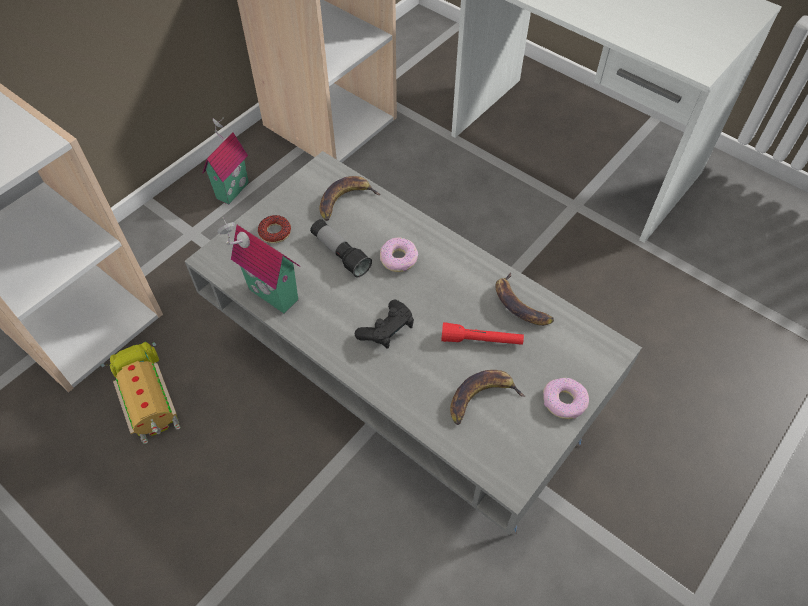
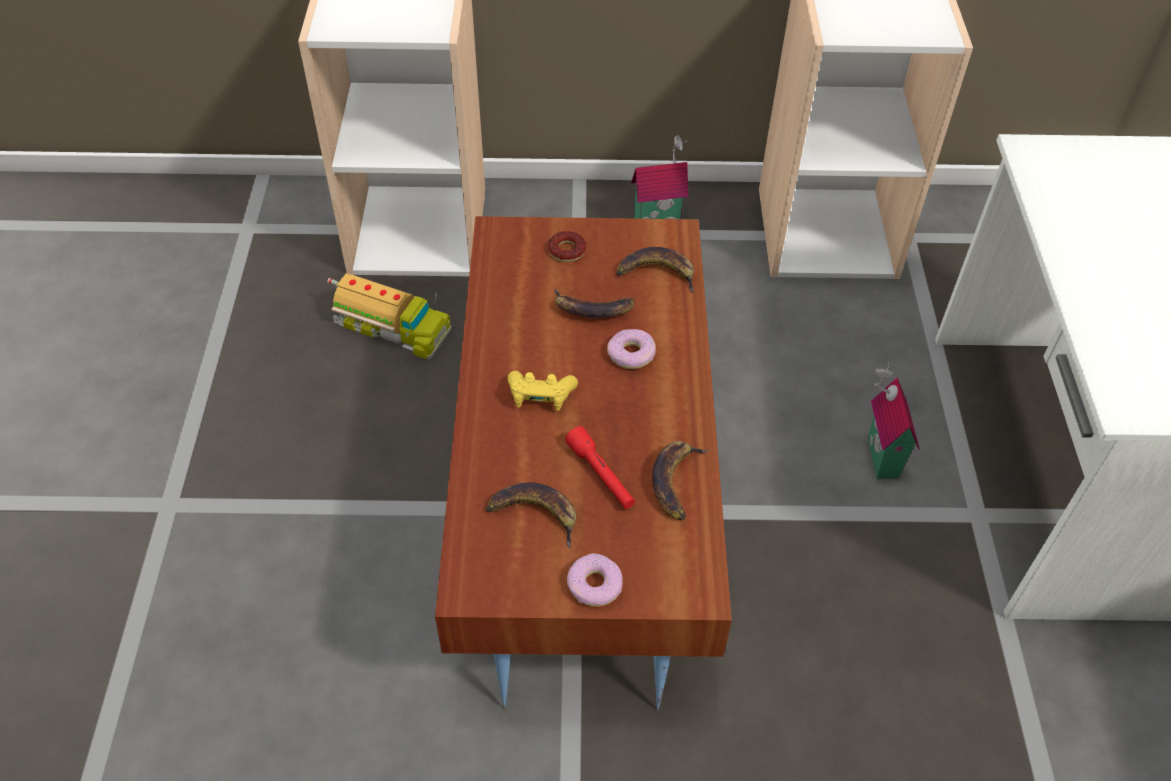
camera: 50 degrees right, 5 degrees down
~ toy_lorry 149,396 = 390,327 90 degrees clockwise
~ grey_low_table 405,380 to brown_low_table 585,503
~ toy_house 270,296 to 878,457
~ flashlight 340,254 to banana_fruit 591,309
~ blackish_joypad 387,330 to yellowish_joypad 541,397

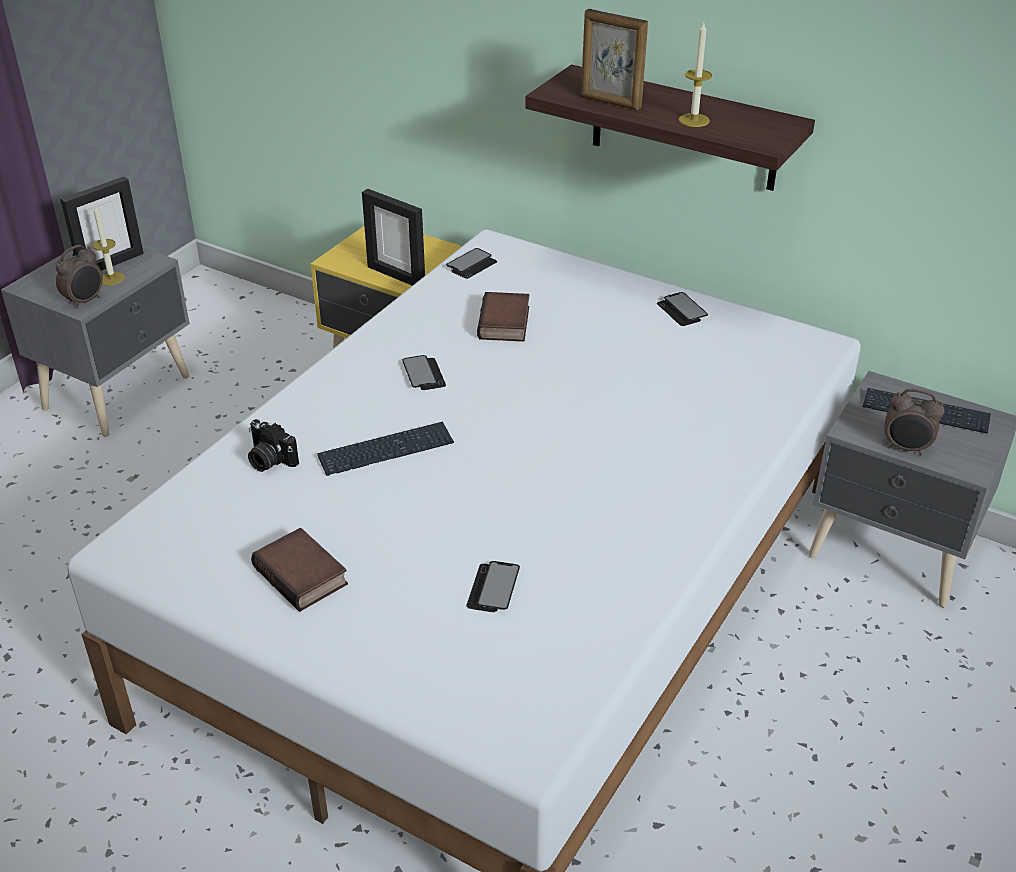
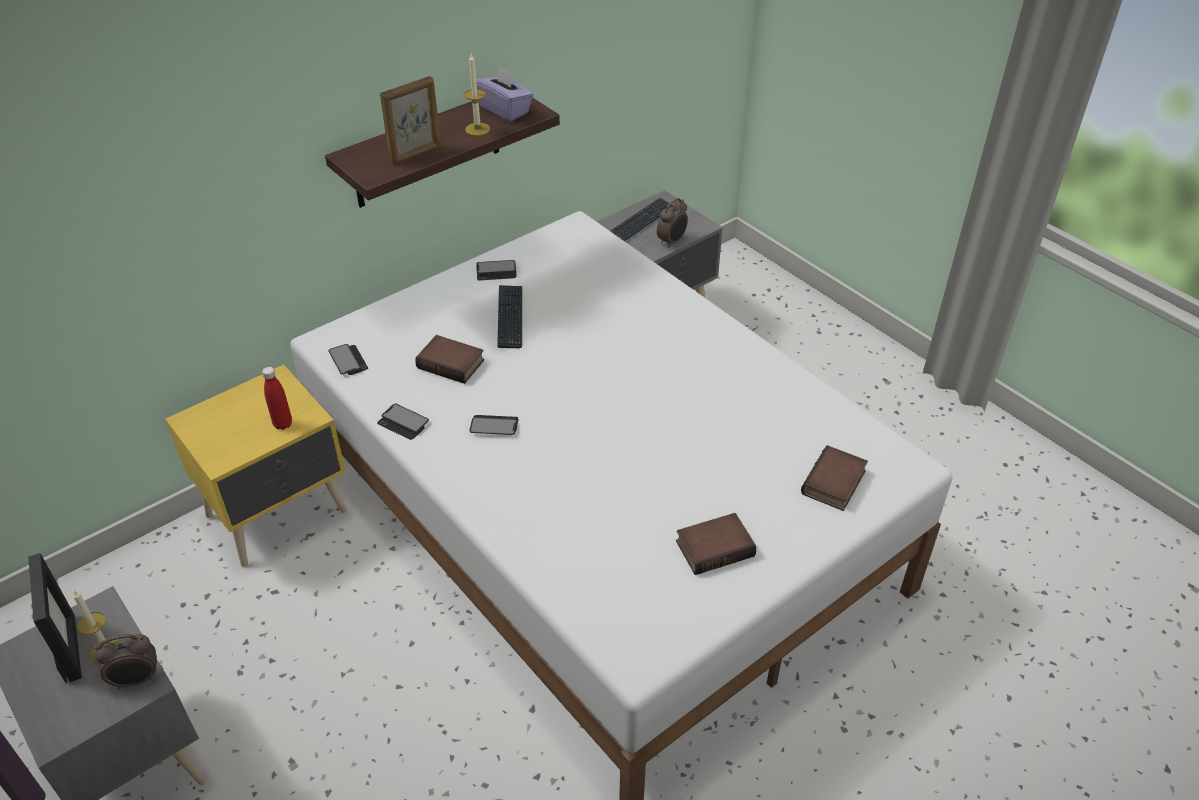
camera: 70 degrees left, 5 degrees up
~ alarm_clock 85,301 = 137,680 105 degrees clockwise
- photo_camera 269,460
~ PC_keyboard 386,451 to 510,317
~ picture_frame 397,275 to red-coloured_drink_bottle 283,424
~ handset 493,588 to 403,423
+ purple-coloured_box_of_tissues 505,110
+ book 835,484

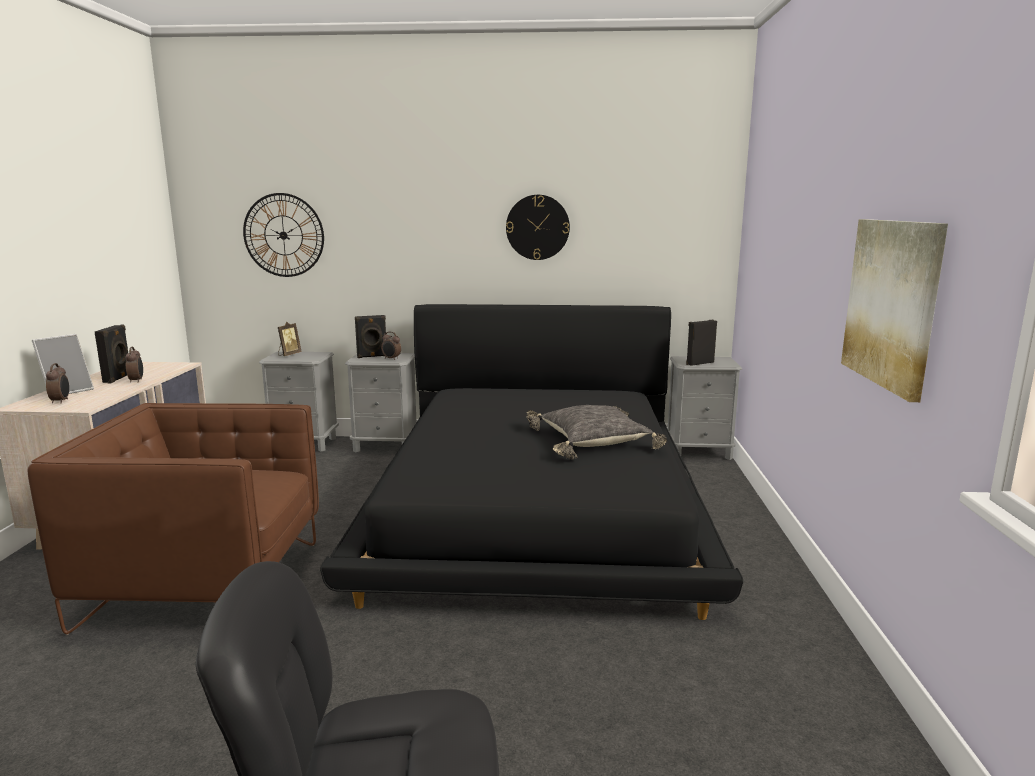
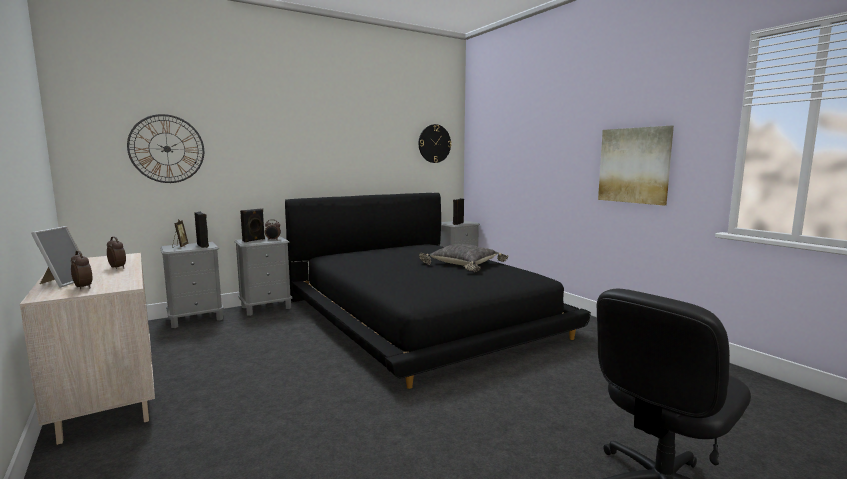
camera: 35 degrees left, 5 degrees down
- brown_lounge_chair 206,585
~ blackish_audio_speaker 118,378 to 203,245
~ clock_on_the_wall 537,227 to 434,143

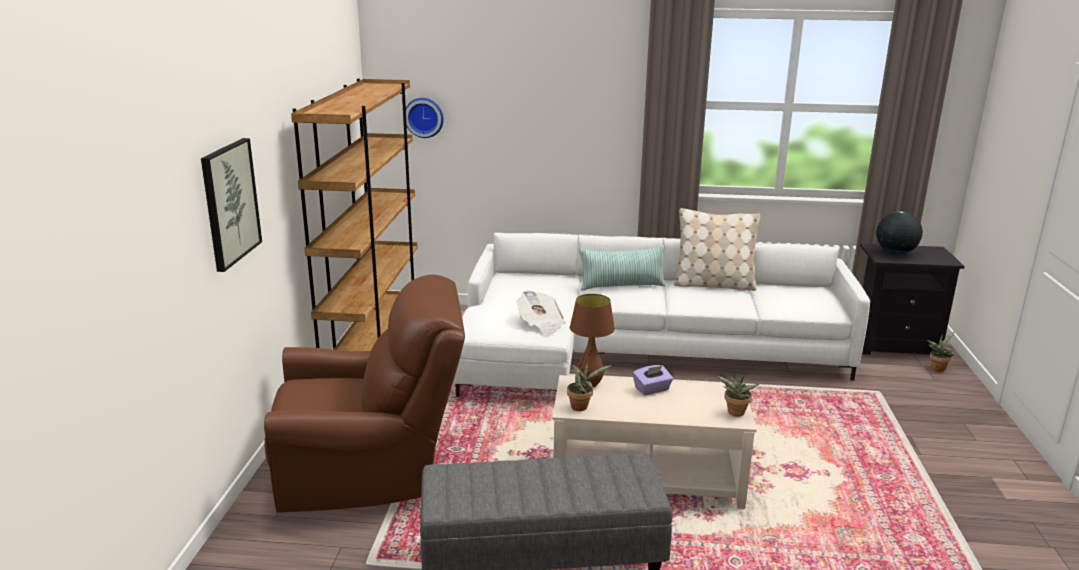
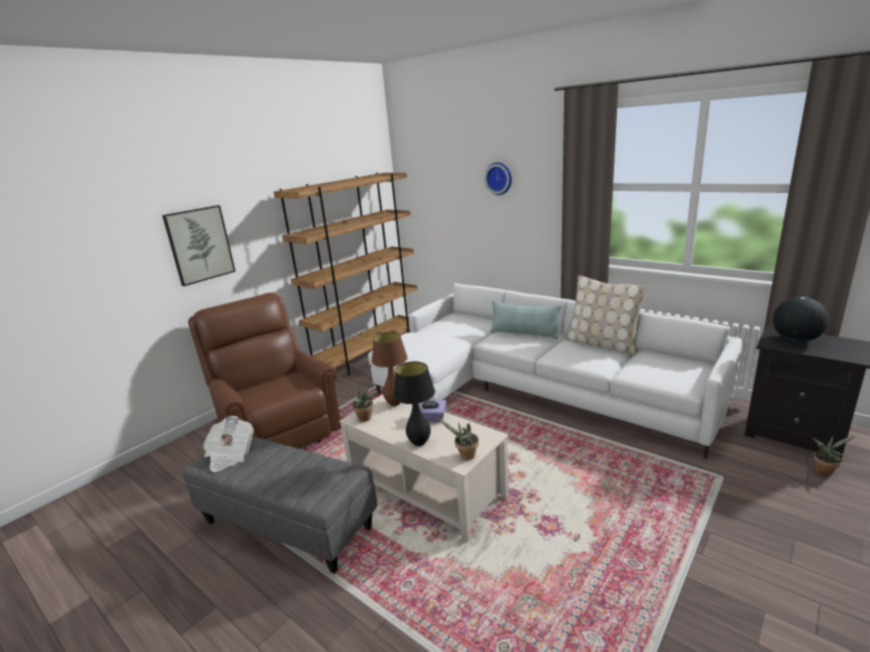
camera: 35 degrees right, 0 degrees up
~ brown_lounge_chair 372,473 = 277,430 150 degrees counterclockwise
~ clock_on_the_wall 424,117 to 499,178
~ newspaper 540,324 to 230,455
+ blackish_tabletop_lamp 419,443

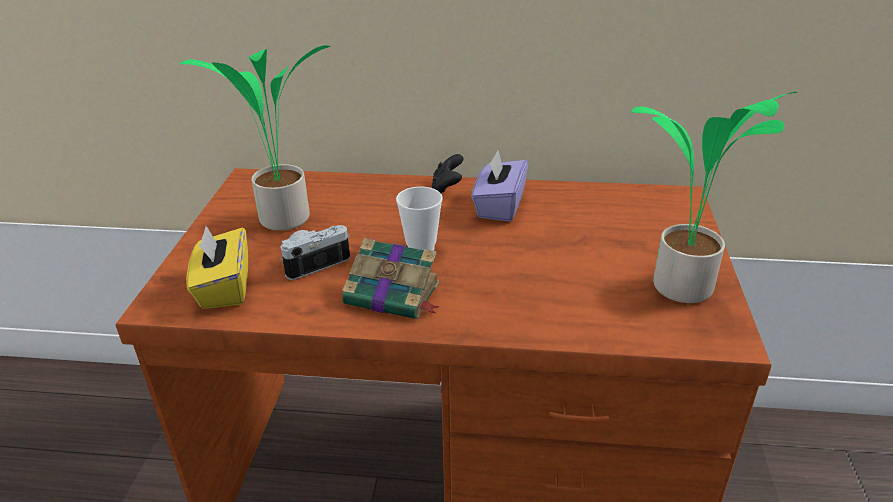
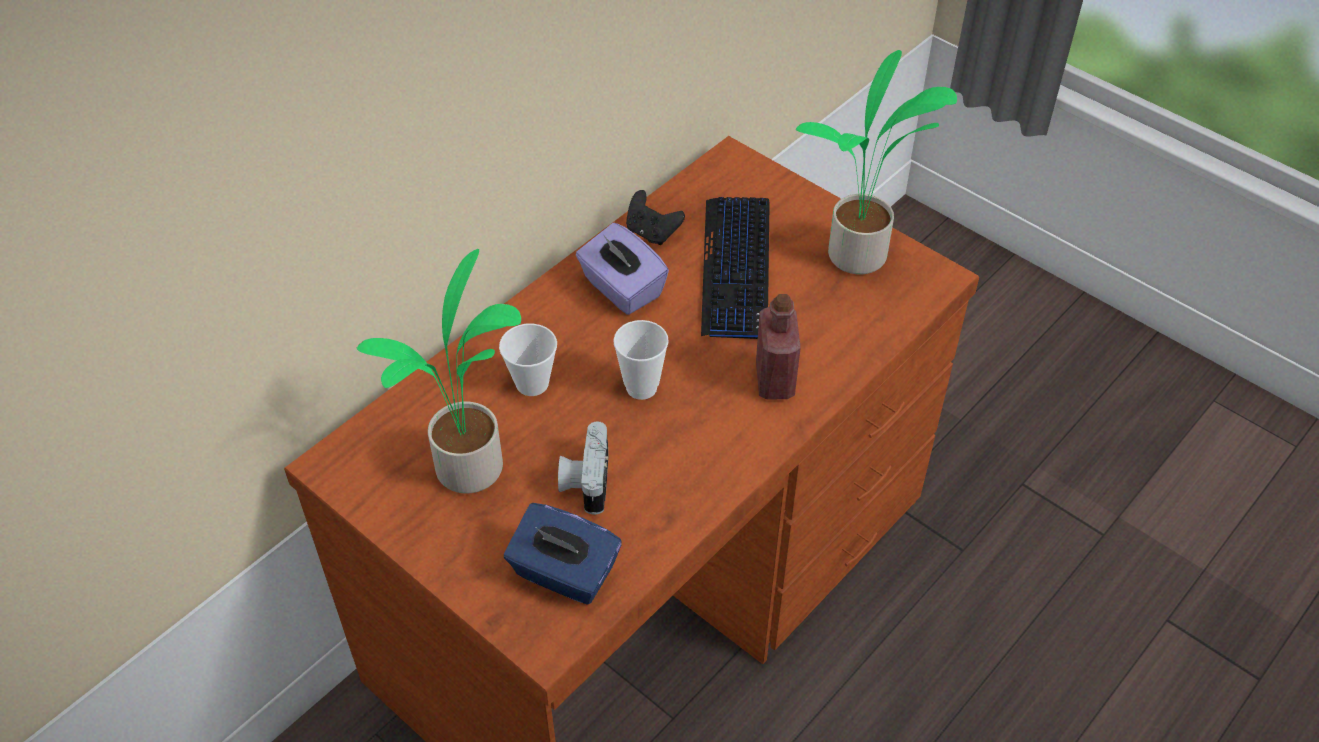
camera: 55 degrees left, 15 degrees up
~ yellowish_box_of_tissues 224,288 to blue_box_of_tissues 564,573
- book 394,294
~ blackish_joypad 447,187 to 652,233
+ cup 532,383
+ PC_keyboard 737,269
+ red-coloured_drink_bottle 774,380

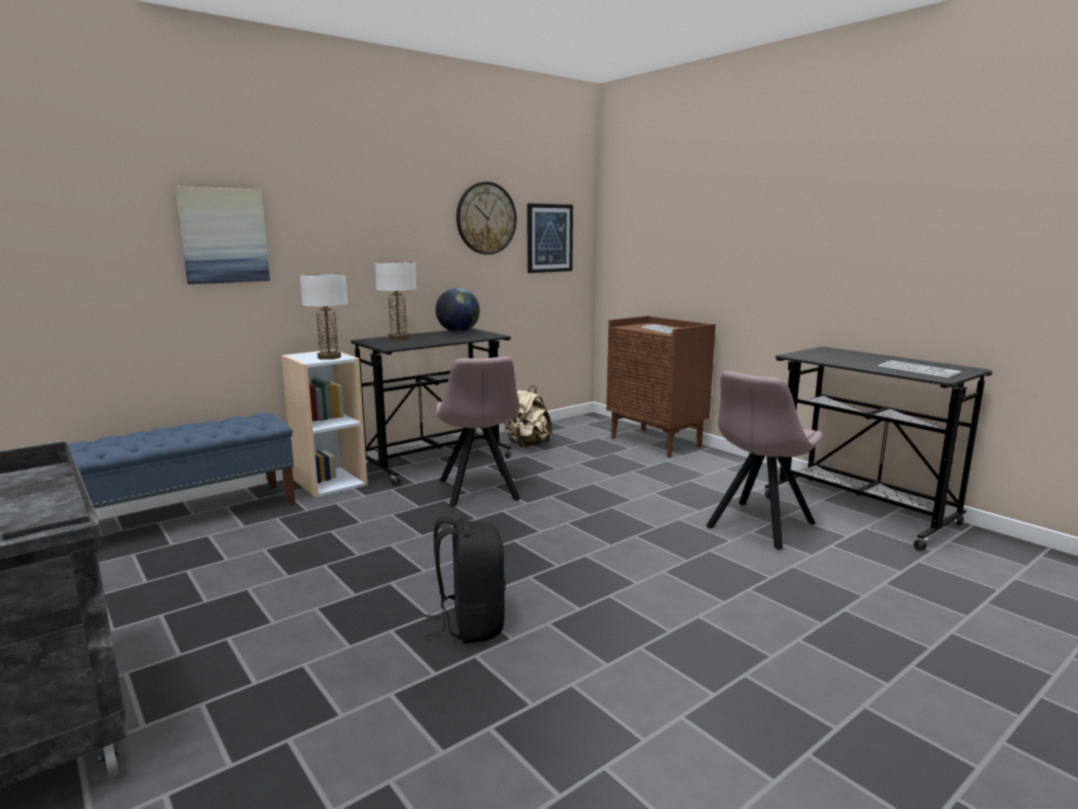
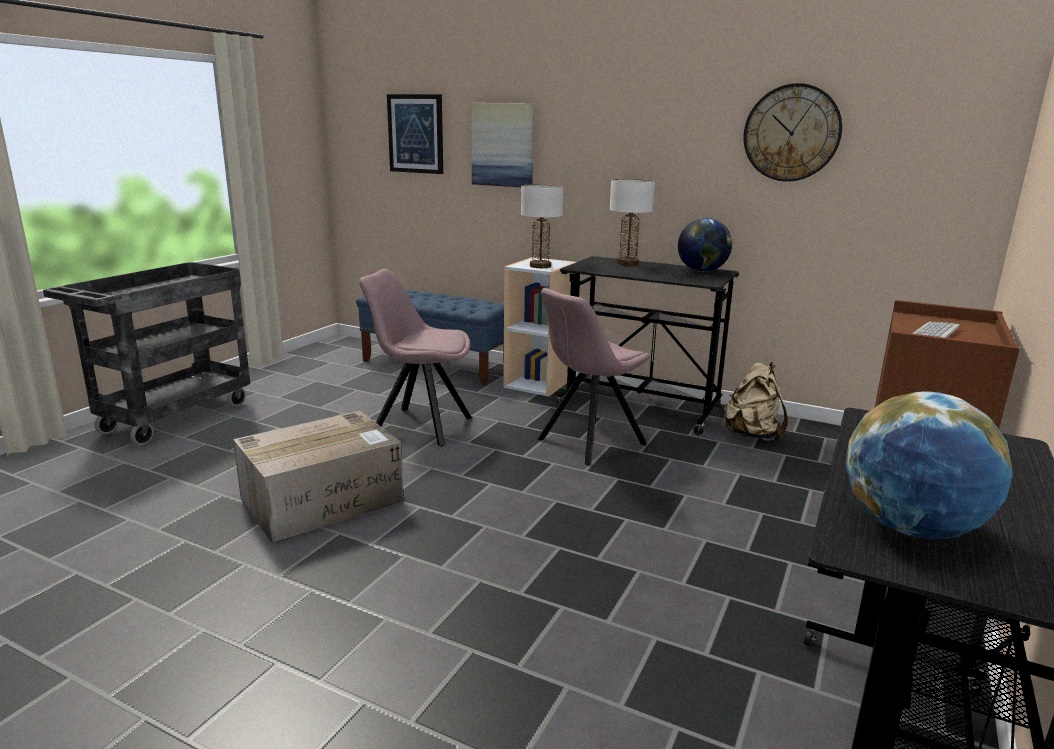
camera: 65 degrees right, 5 degrees up
~ blackish_knapsack 470,624 to cardboard_box 324,499
~ wall_art 549,238 to 416,134
~ pinkish_plain_chair 759,525 to 421,426
~ PC_keyboard 918,370 to globe 911,529

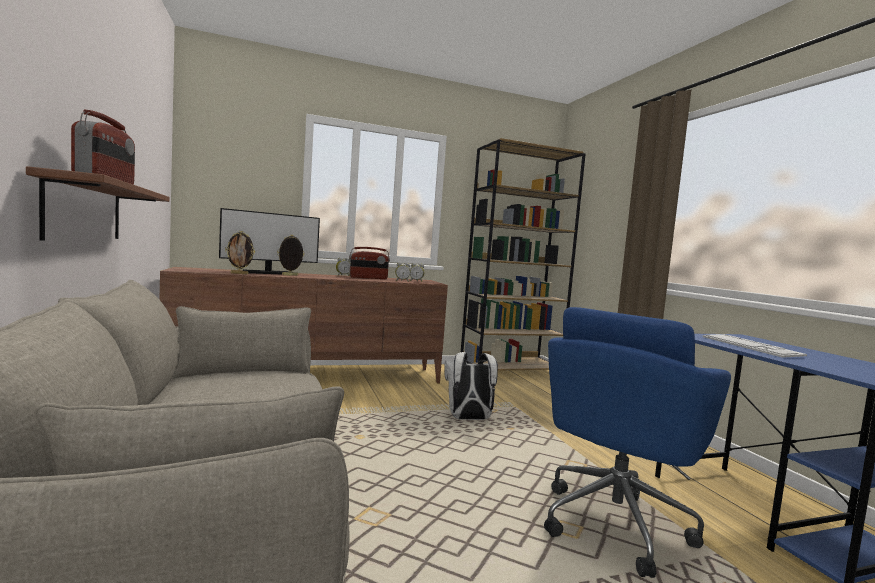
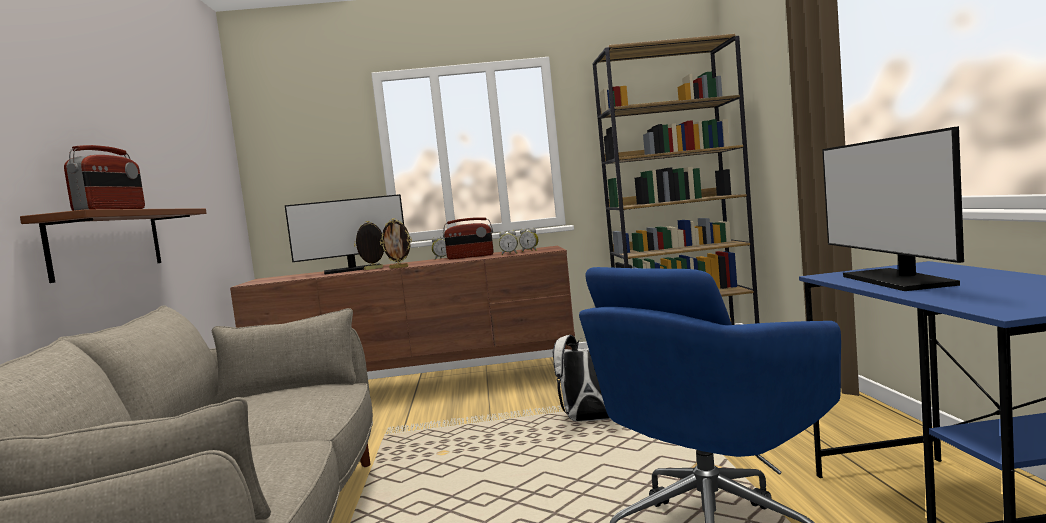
camera: 15 degrees right, 0 degrees up
~ picture_frame 239,273 to 399,267
~ PC_keyboard 750,346 to computer_display 896,280

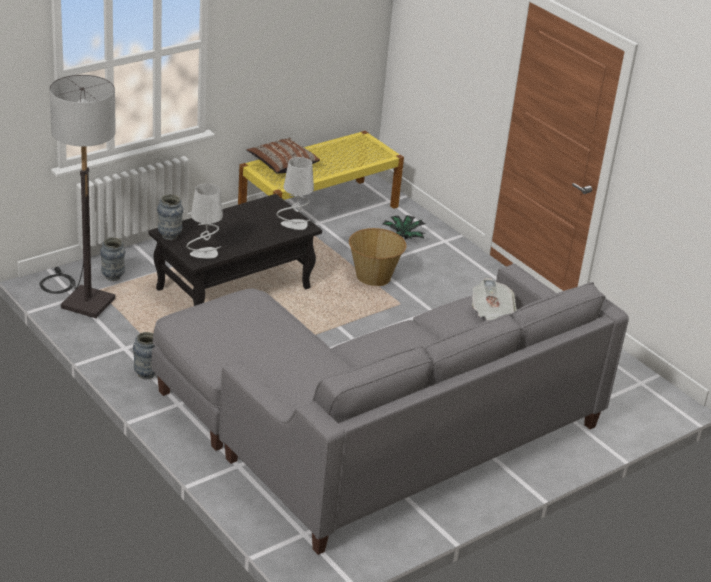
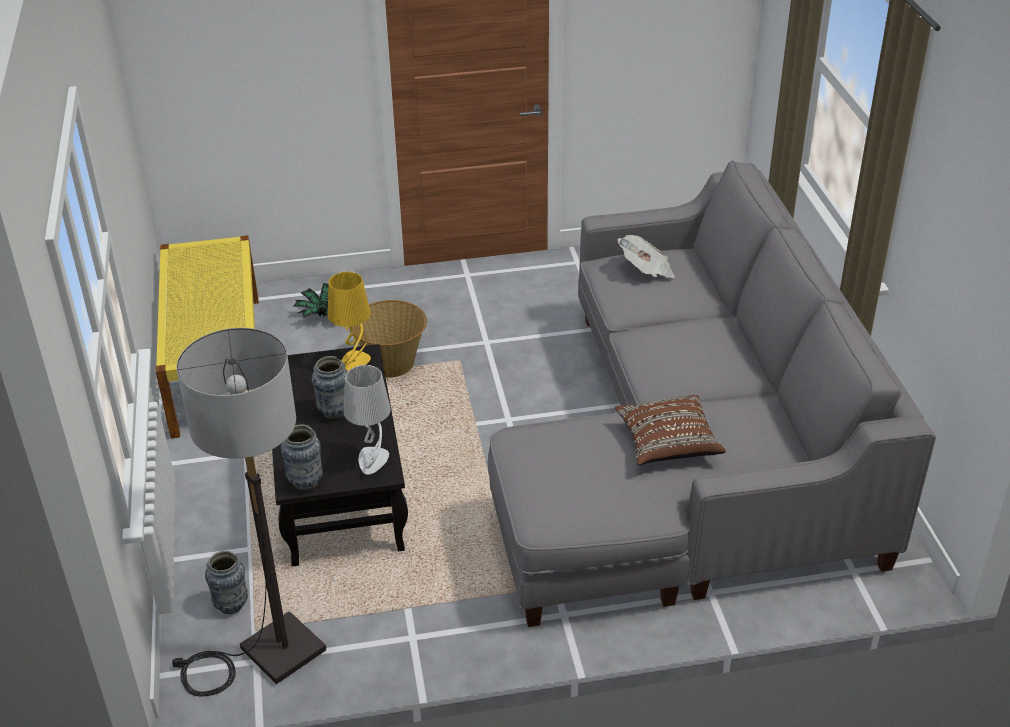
camera: 60 degrees left, 5 degrees up
~ flower_vase 146,374 to 334,412
~ brown_pillow 282,164 to 667,443
~ grey_tabletop_lamp 294,225 to yellowish_tabletop_lamp 354,363

